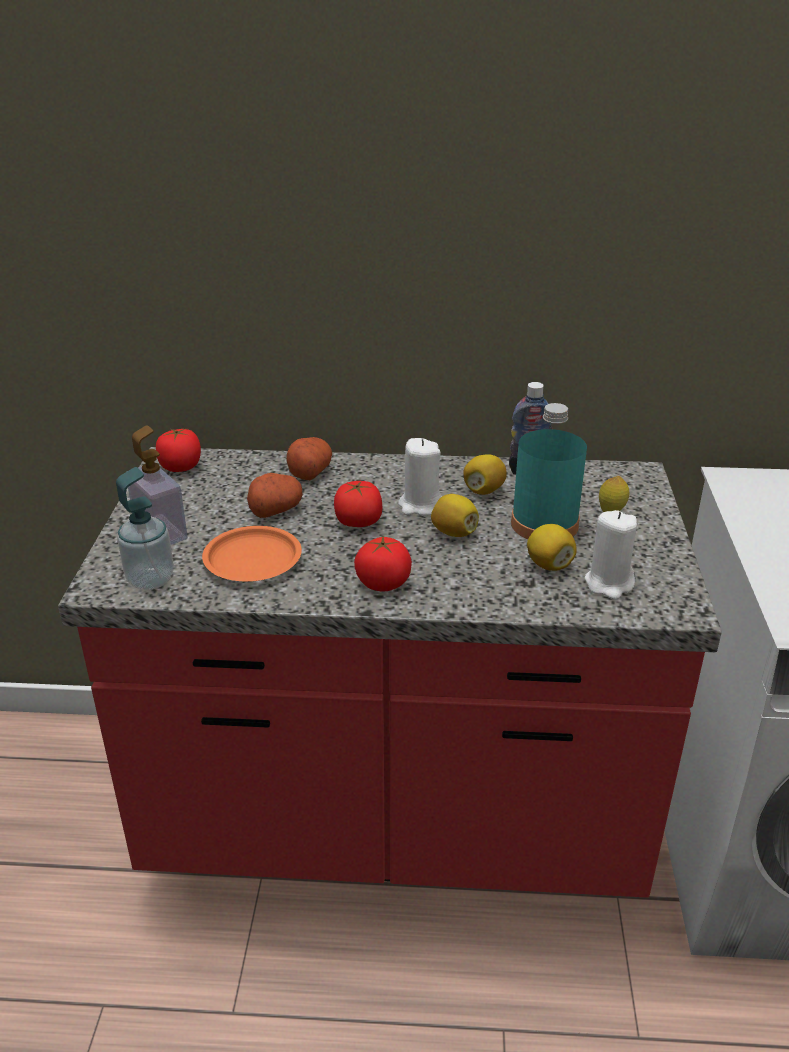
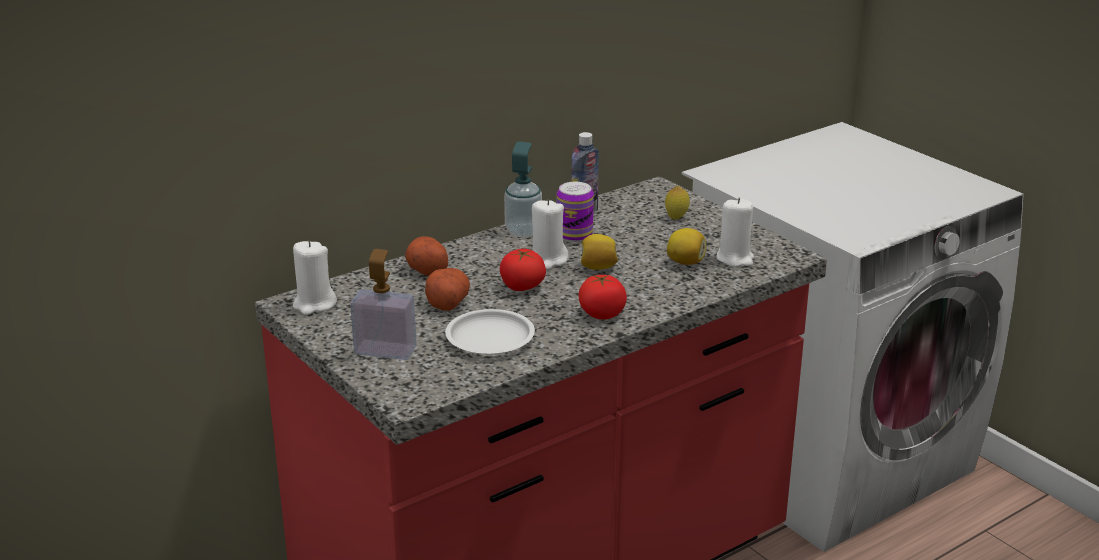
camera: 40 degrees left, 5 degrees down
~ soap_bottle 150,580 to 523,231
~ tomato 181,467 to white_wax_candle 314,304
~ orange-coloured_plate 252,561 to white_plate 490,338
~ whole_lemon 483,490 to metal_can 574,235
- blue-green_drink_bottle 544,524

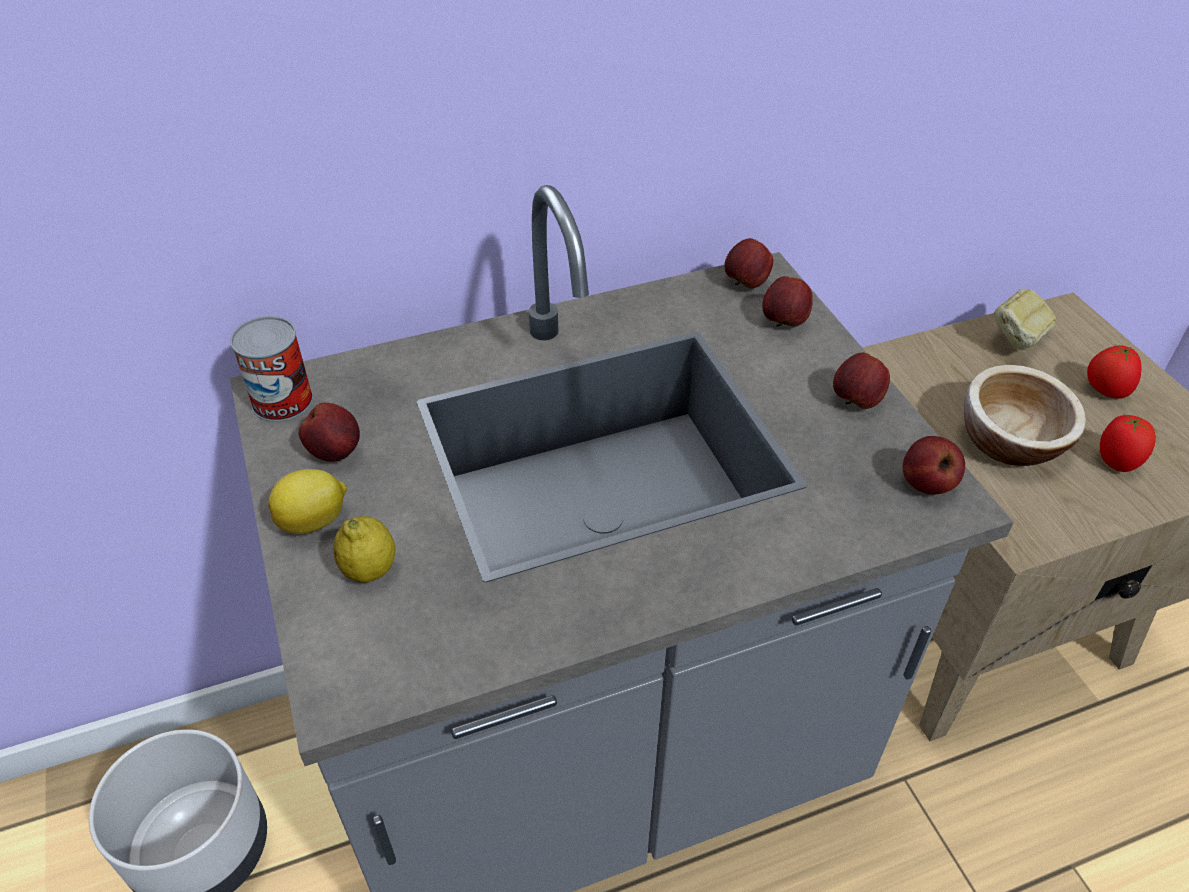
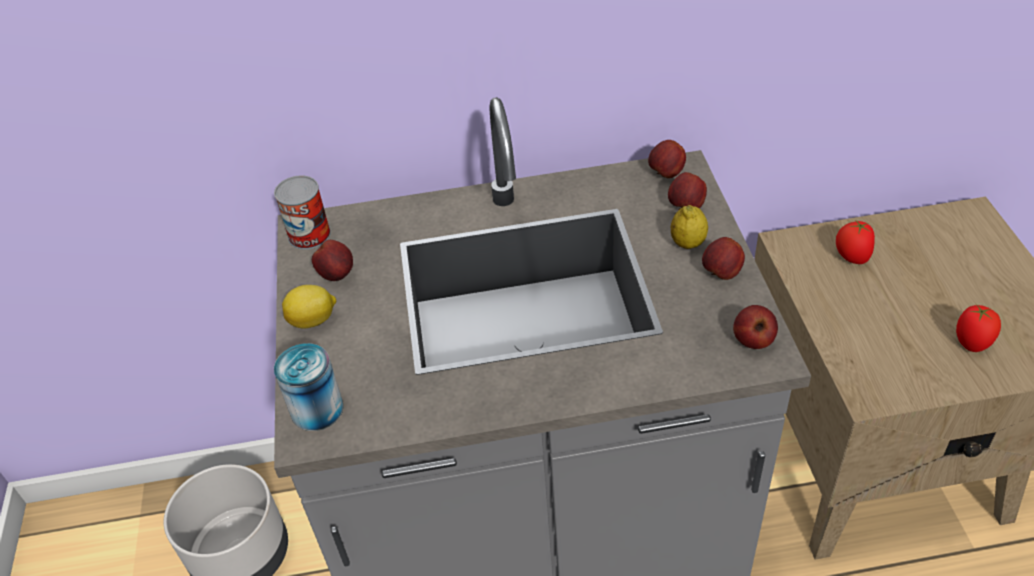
camera: 15 degrees right, 0 degrees up
~ whole_lemon 370,570 to 688,243
- bowl 1010,441
- bread 1016,340
~ tomato 1104,391 to 851,258
+ metal_can 317,409

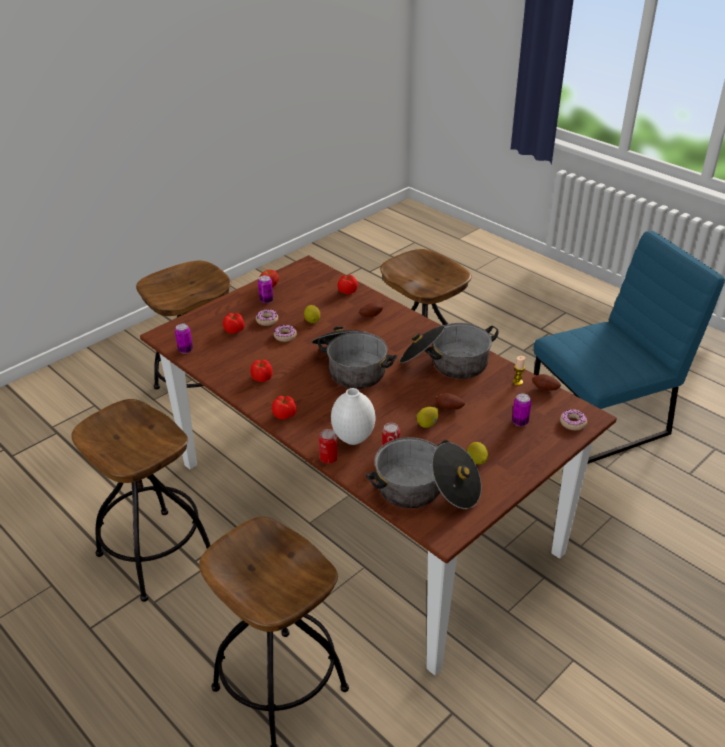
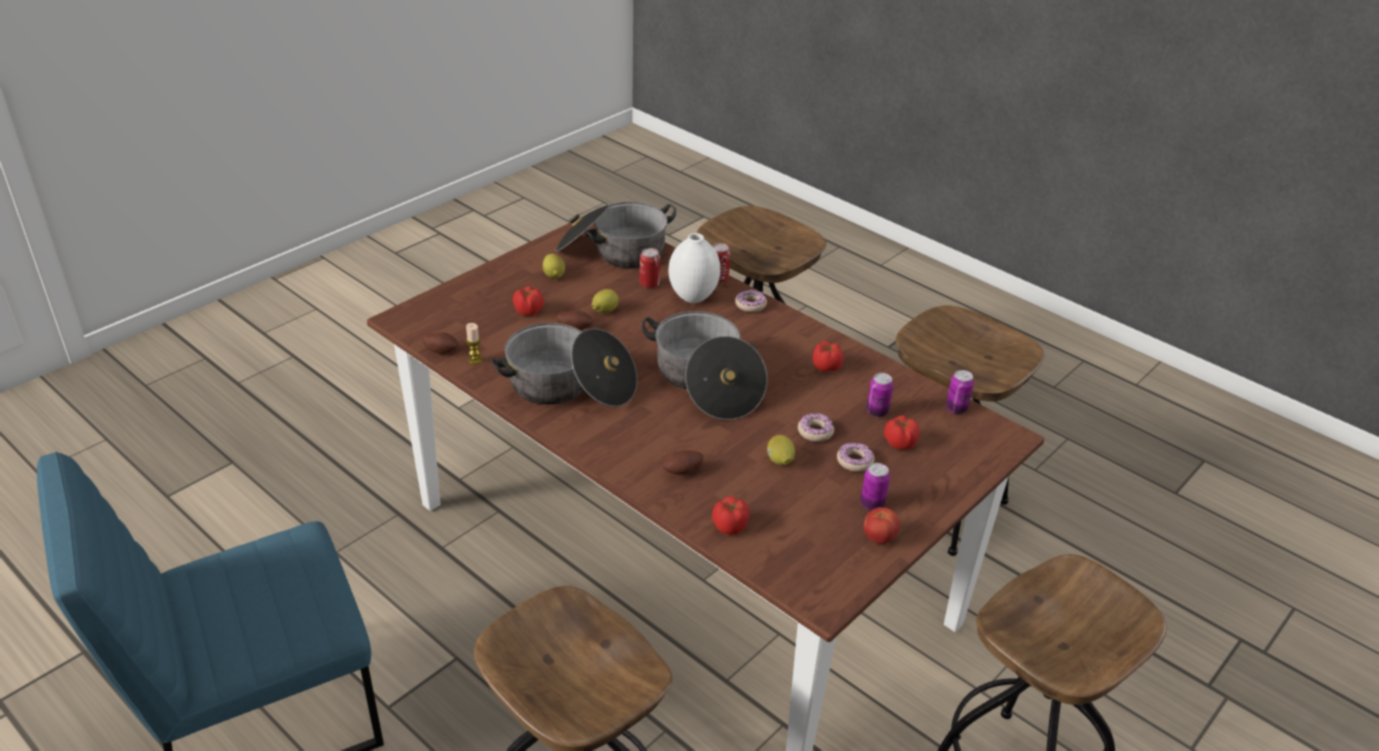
camera: 175 degrees right, 0 degrees up
~ tomato 285,415 to 528,311
~ metal_can 520,422 to 877,412
~ doughnut 573,423 to 750,305

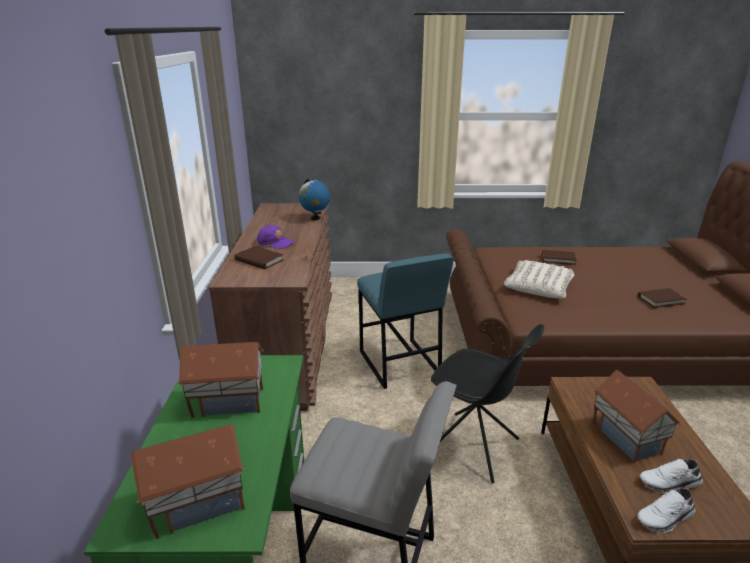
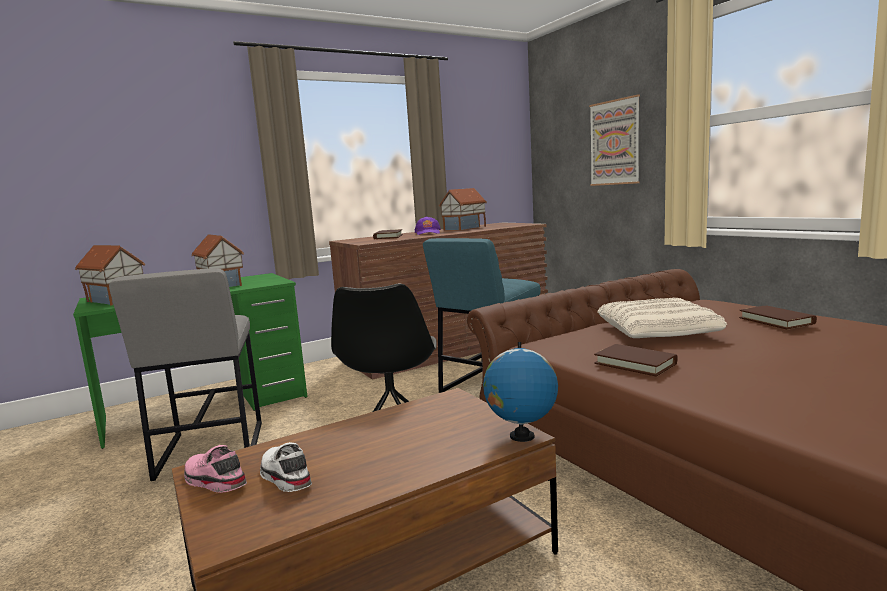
camera: 60 degrees right, 15 degrees down
~ globe 315,218 to 521,436
~ toy_house 627,437 to 465,228
~ white_low_shoe 666,518 to pinkish_low_shoe 213,481
~ brown_book 661,300 to 635,363
+ wall_art 614,142

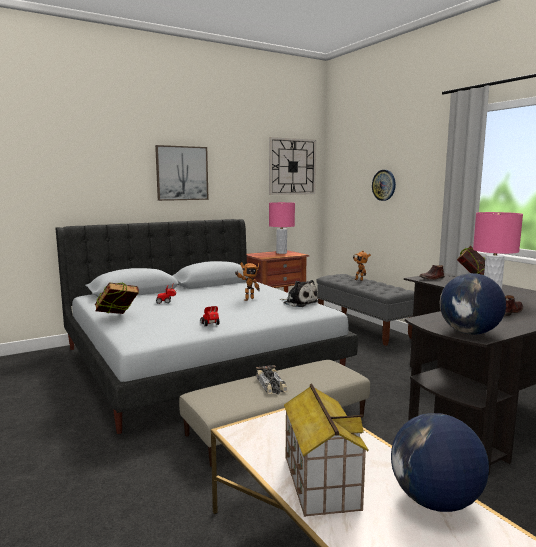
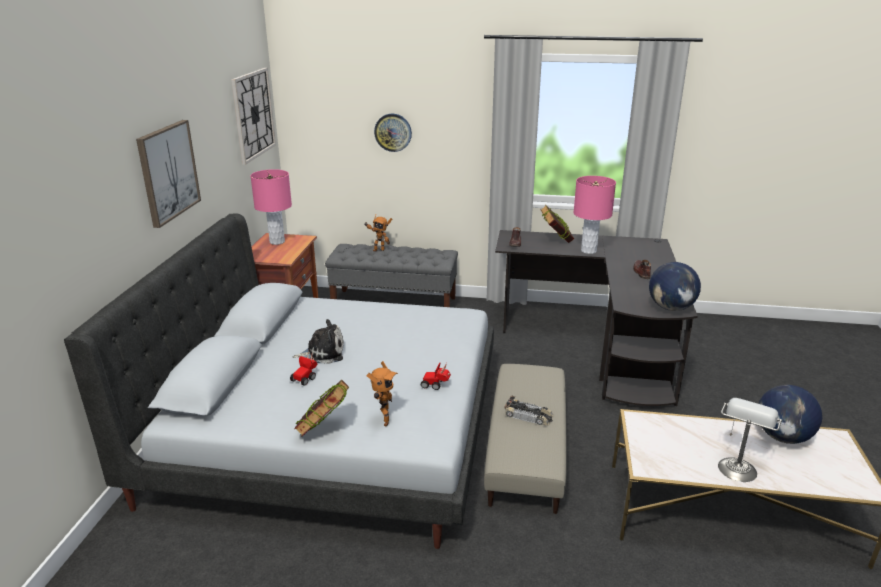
camera: 50 degrees left, 15 degrees up
~ model_robot 247,299 to 383,420
~ plush_toy 299,303 to 323,353
~ toy_house 320,481 to white_tabletop_lamp 737,464

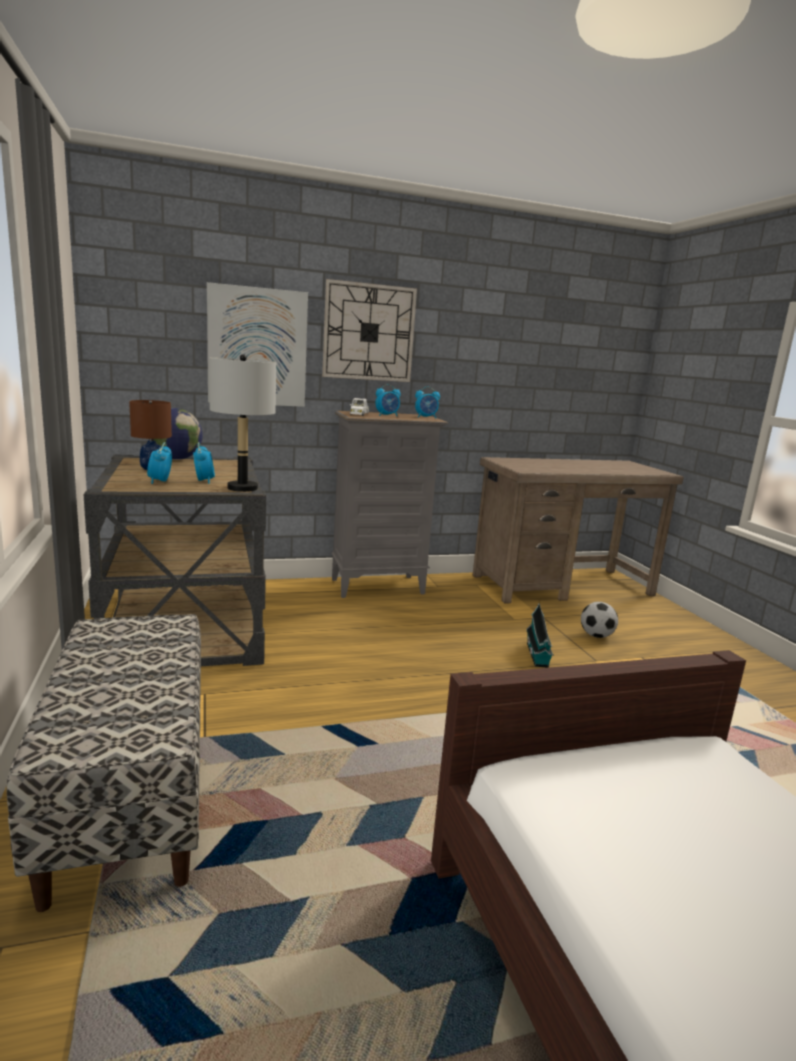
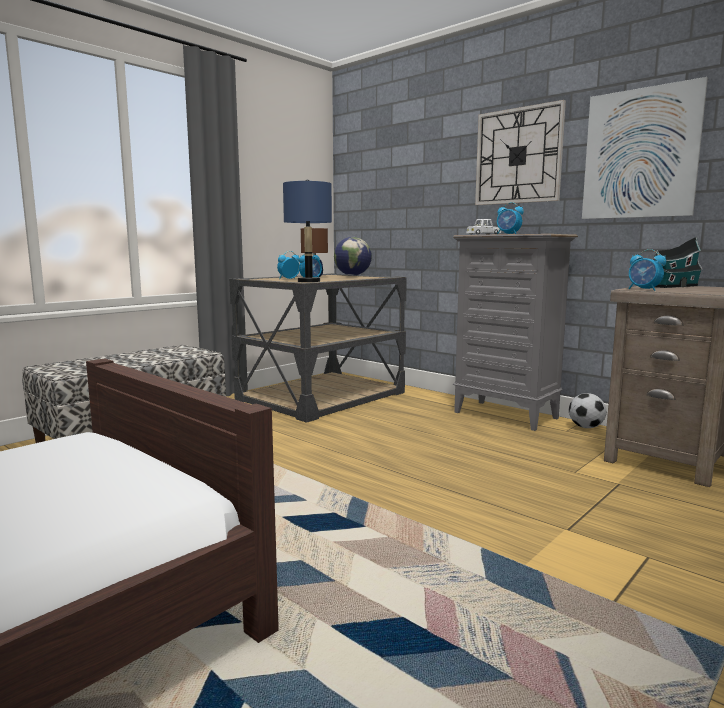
camera: 60 degrees right, 5 degrees down
~ wall_art 257,347 to 640,154
~ grey_tabletop_lamp 242,488 to blue_tabletop_lamp 308,281
~ alarm_clock 426,417 to 644,289
~ toy_house 537,656 to 673,286
~ football 596,636 to 586,427

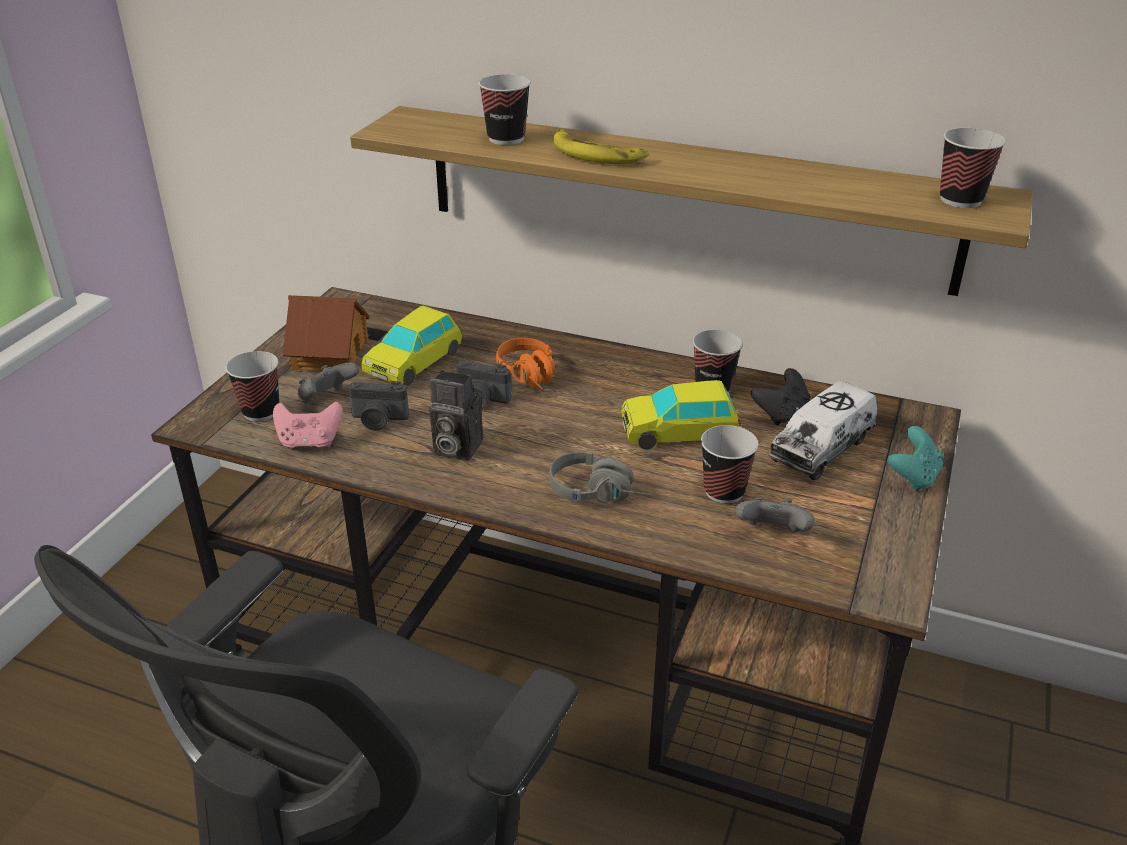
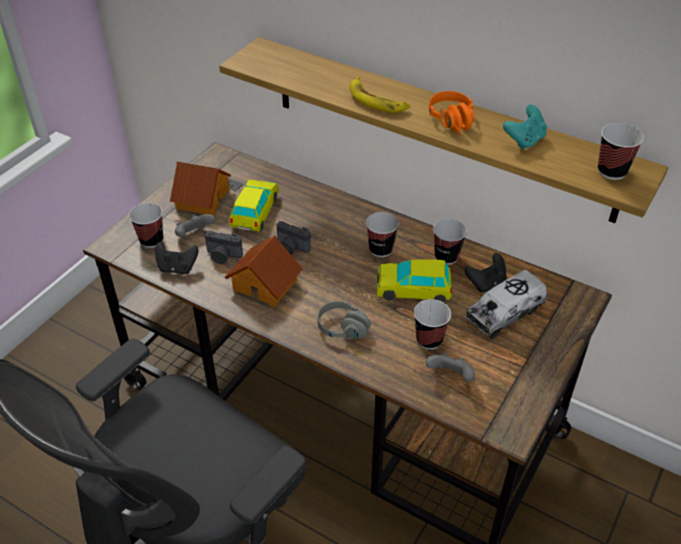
camera: 10 degrees right, 10 degrees up
~ pinkish_joypad 310,442 to blackish_joypad 177,268
~ miniature_car 414,363 = 255,212 150 degrees clockwise
~ photo_camera 454,448 to toy_house 266,284
~ cup 506,138 to 381,249
~ orange-coloured_headphones 532,378 to 455,124
~ blue-green_joypad 913,477 to 524,140

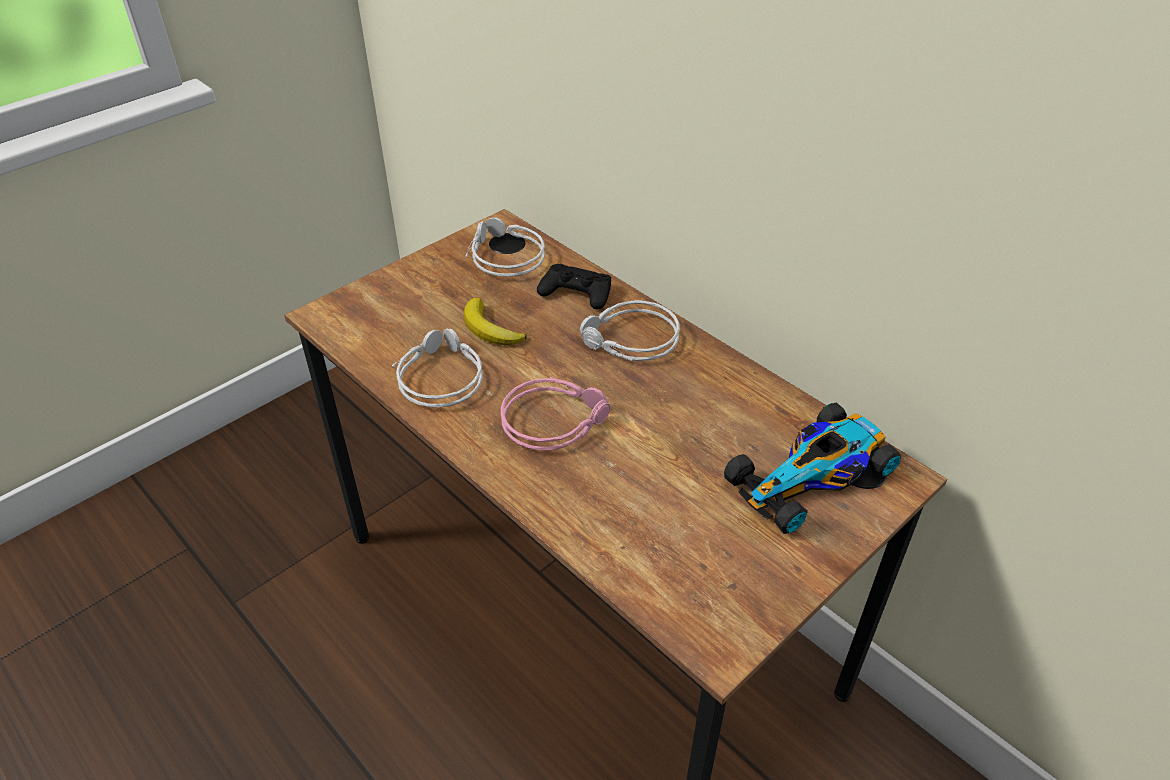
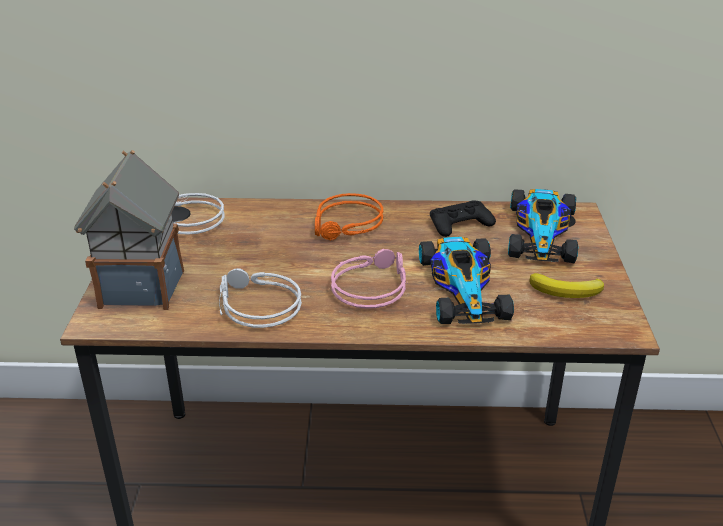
camera: 45 degrees left, 10 degrees down
~ banana_fruit 490,329 to 568,291
~ blackish_joypad 576,292 to 460,224
~ grey_headphones 629,341 to orange-coloured_headphones 347,225
+ toy_house 141,287
+ miniature_car 462,287

